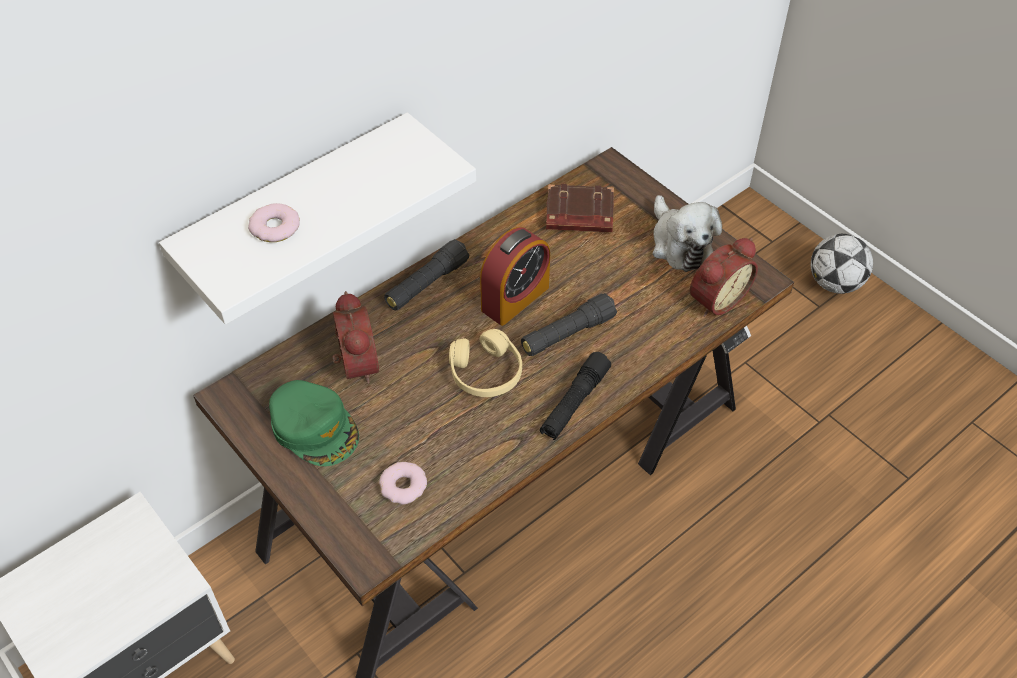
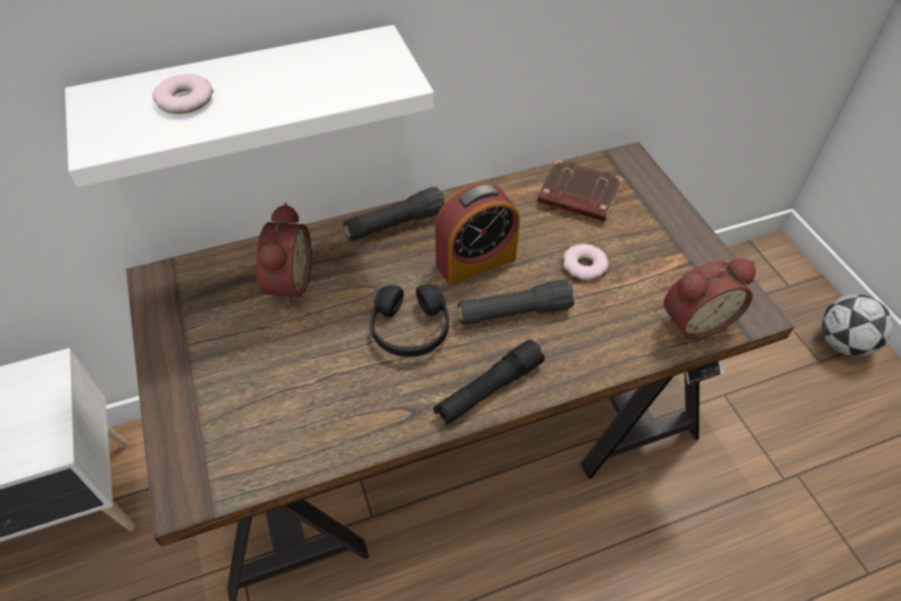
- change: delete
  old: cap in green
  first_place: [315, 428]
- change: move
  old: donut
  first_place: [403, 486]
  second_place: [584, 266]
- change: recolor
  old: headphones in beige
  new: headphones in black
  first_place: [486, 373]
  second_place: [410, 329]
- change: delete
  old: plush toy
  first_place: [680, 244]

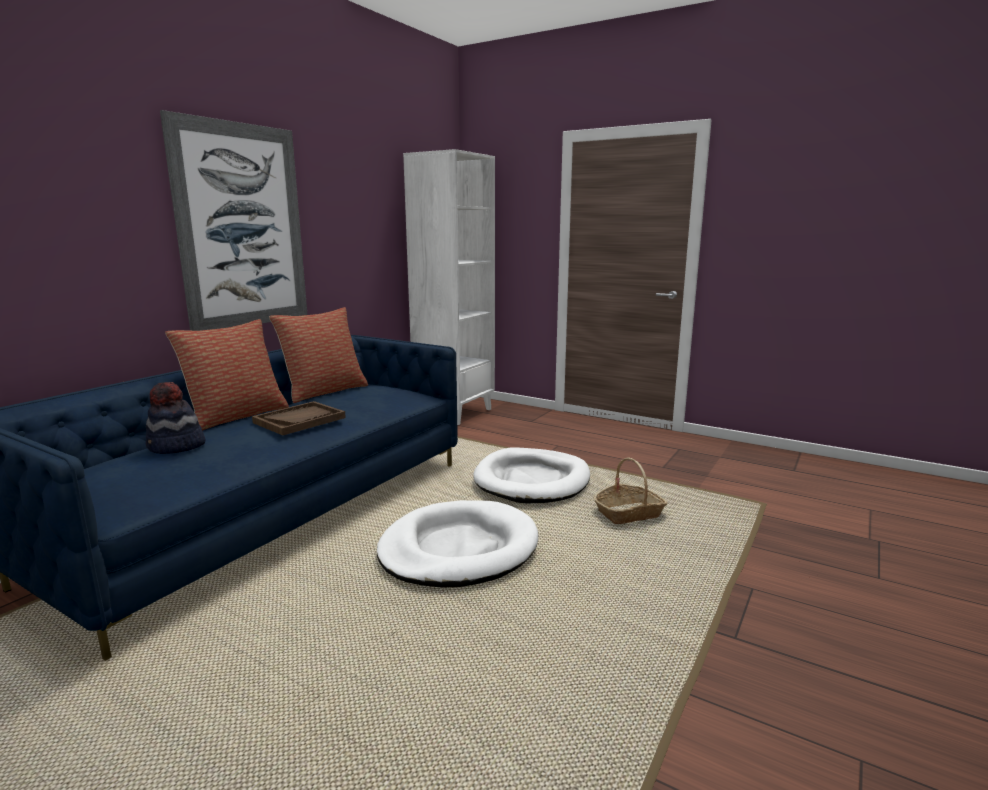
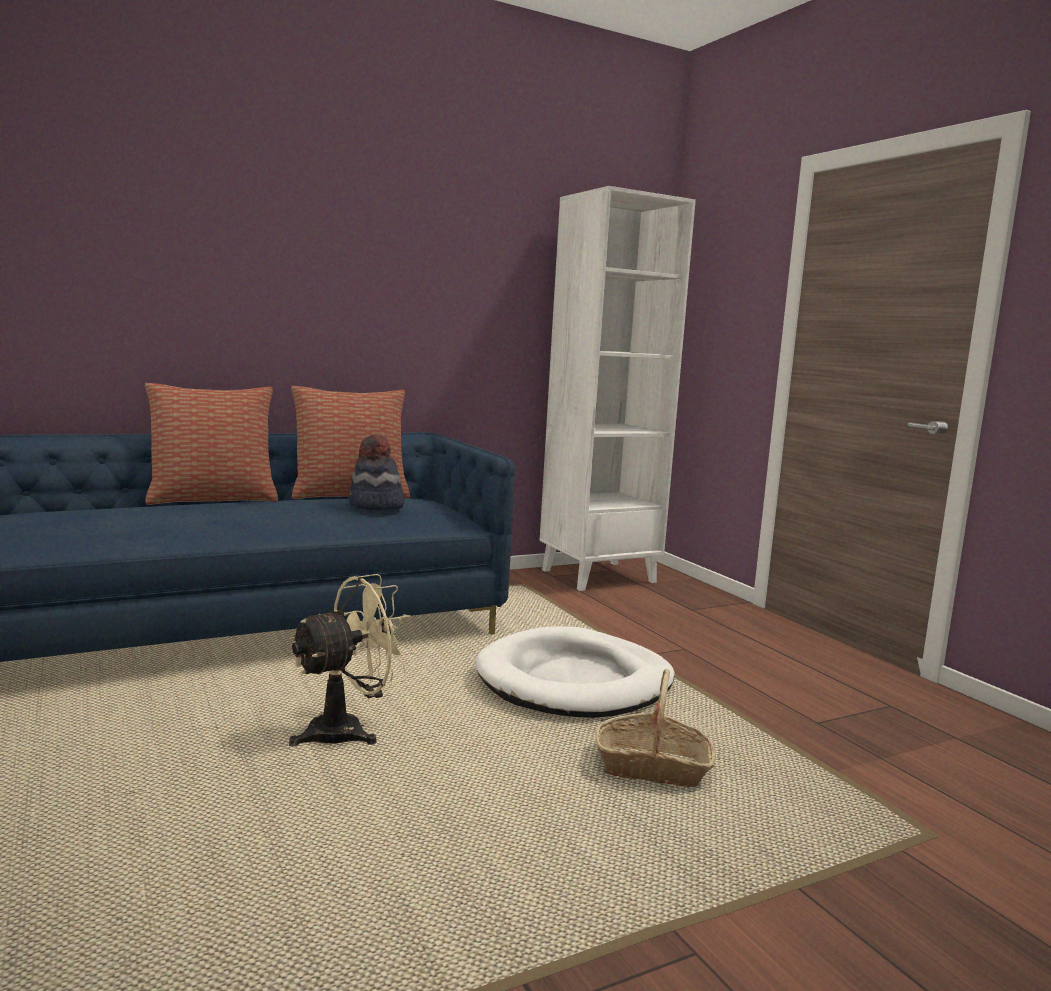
- change: move
  old: hat
  first_place: [176, 447]
  second_place: [375, 506]
- change: delete
  old: picture
  first_place: [242, 227]
- change: delete
  old: tray in brown
  first_place: [299, 420]
- change: replace
  old: dog bed in white
  new: fan in beige
  first_place: [458, 549]
  second_place: [348, 731]

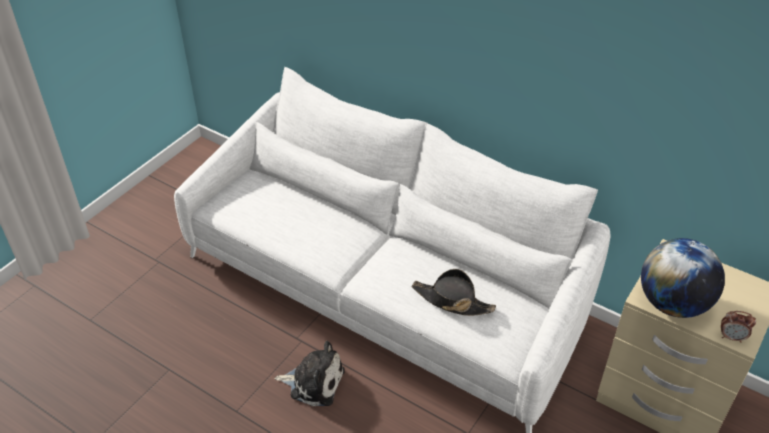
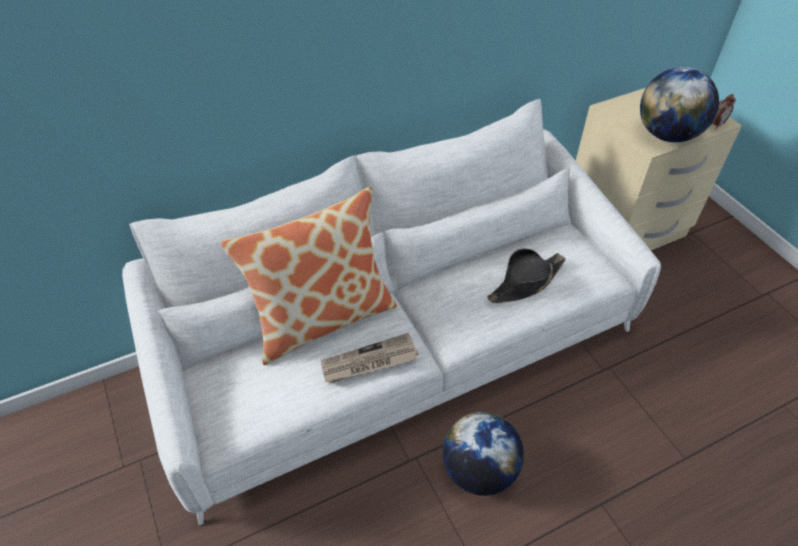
- change: replace
  old: plush toy
  new: globe
  first_place: [314, 382]
  second_place: [479, 470]
- change: insert
  new: pillow
  second_place: [322, 318]
- change: insert
  new: newspaper
  second_place: [369, 362]

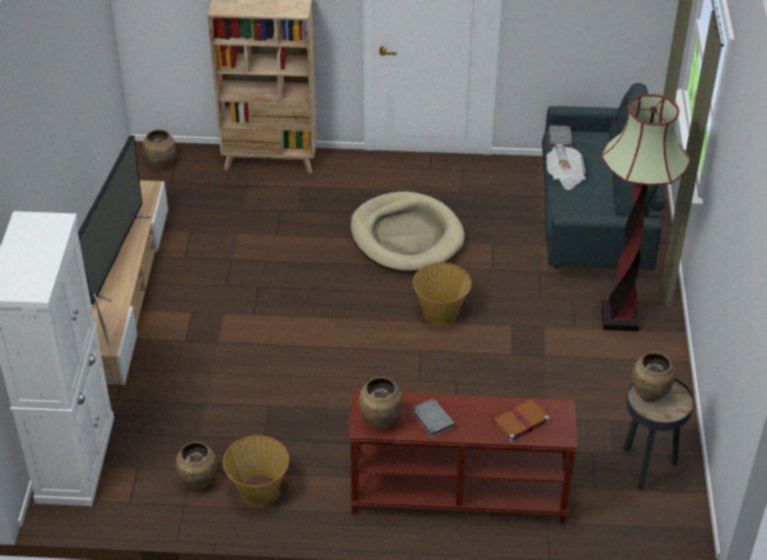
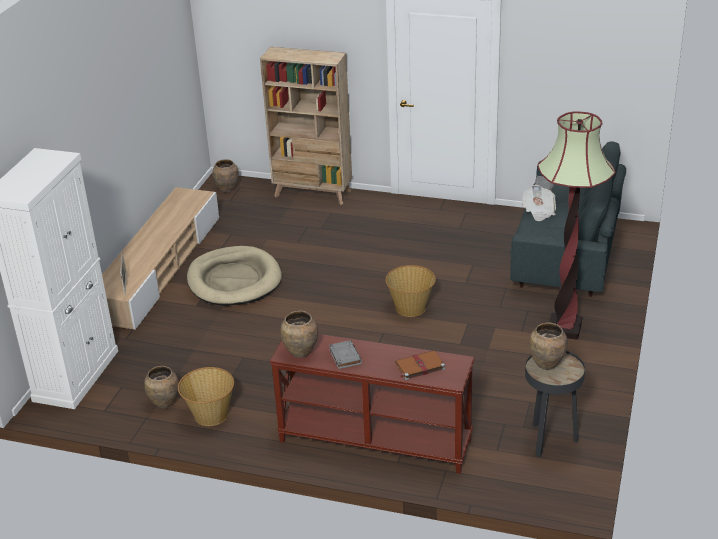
- change: delete
  old: television
  first_place: [116, 256]
- change: move
  old: dog bed in beige
  first_place: [406, 236]
  second_place: [234, 280]

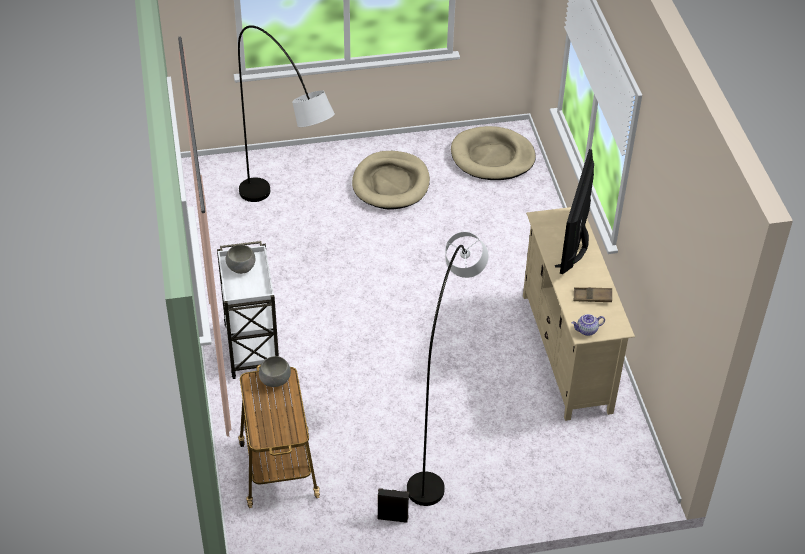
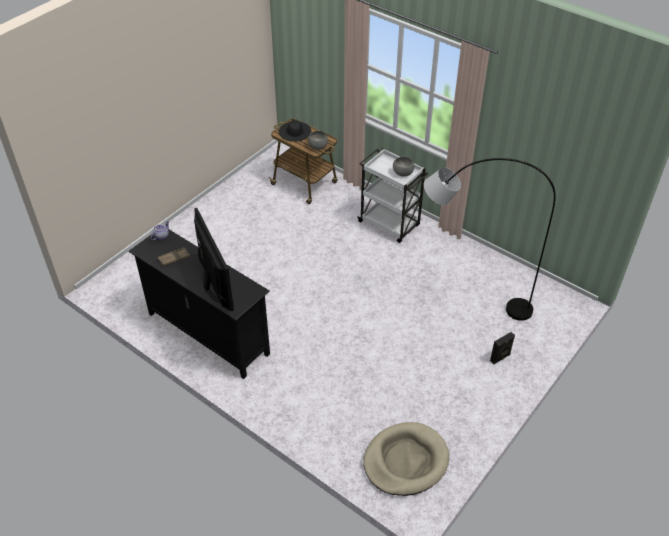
- change: delete
  old: dog bed in beige
  first_place: [391, 183]
- change: move
  old: speaker in black
  first_place: [393, 517]
  second_place: [500, 358]
- change: delete
  old: floor lamp in grey
  first_place: [442, 435]
- change: recolor
  old: tv stand in beige
  new: tv stand in black
  first_place: [567, 353]
  second_place: [207, 334]
- change: insert
  new: hat in black
  second_place: [295, 131]

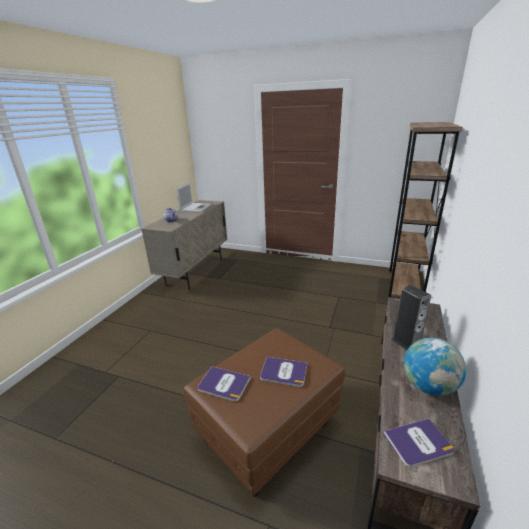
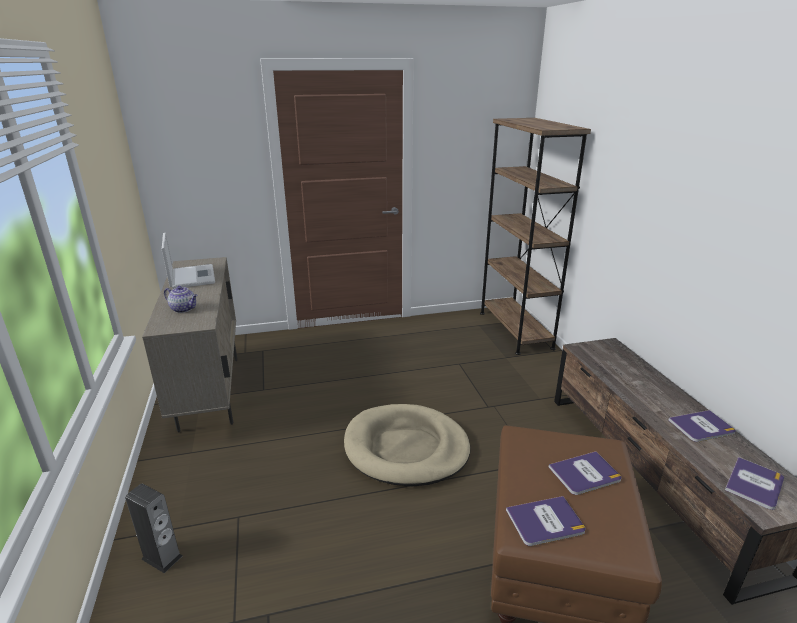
- change: move
  old: speaker
  first_place: [406, 343]
  second_place: [162, 557]
- change: replace
  old: globe
  new: book
  first_place: [428, 386]
  second_place: [701, 427]
- change: insert
  new: dog bed in beige
  second_place: [406, 448]

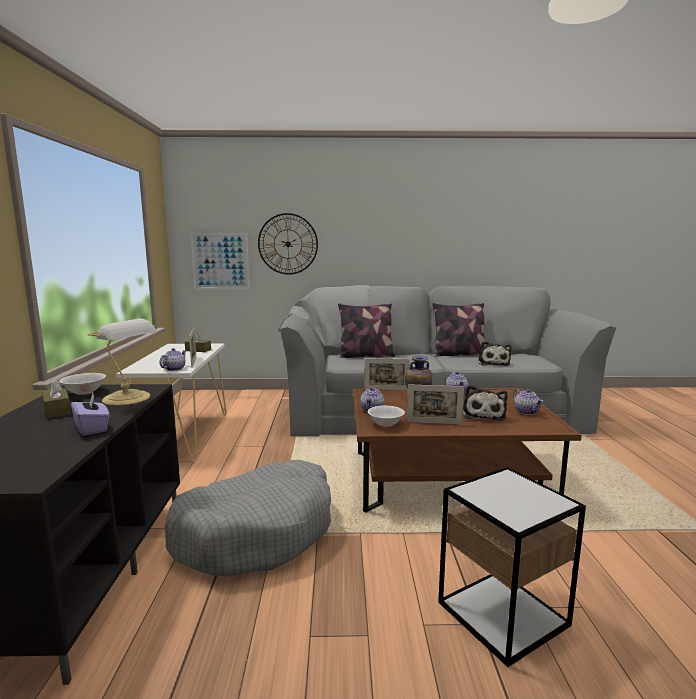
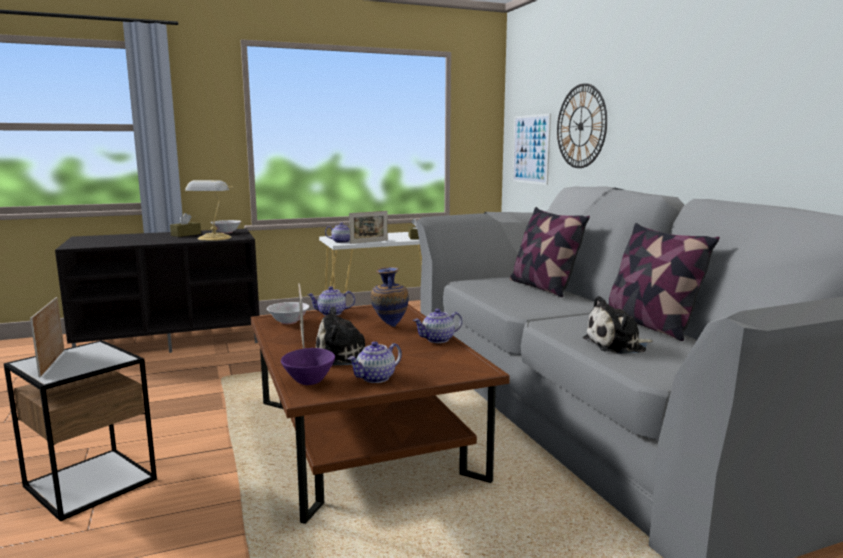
- change: delete
  old: tissue box in purple
  first_place: [92, 428]
- change: delete
  old: dog bed in grey
  first_place: [256, 532]
- change: move
  old: picture frame
  first_place: [386, 389]
  second_place: [52, 363]
- change: insert
  new: bowl in purple
  second_place: [307, 381]

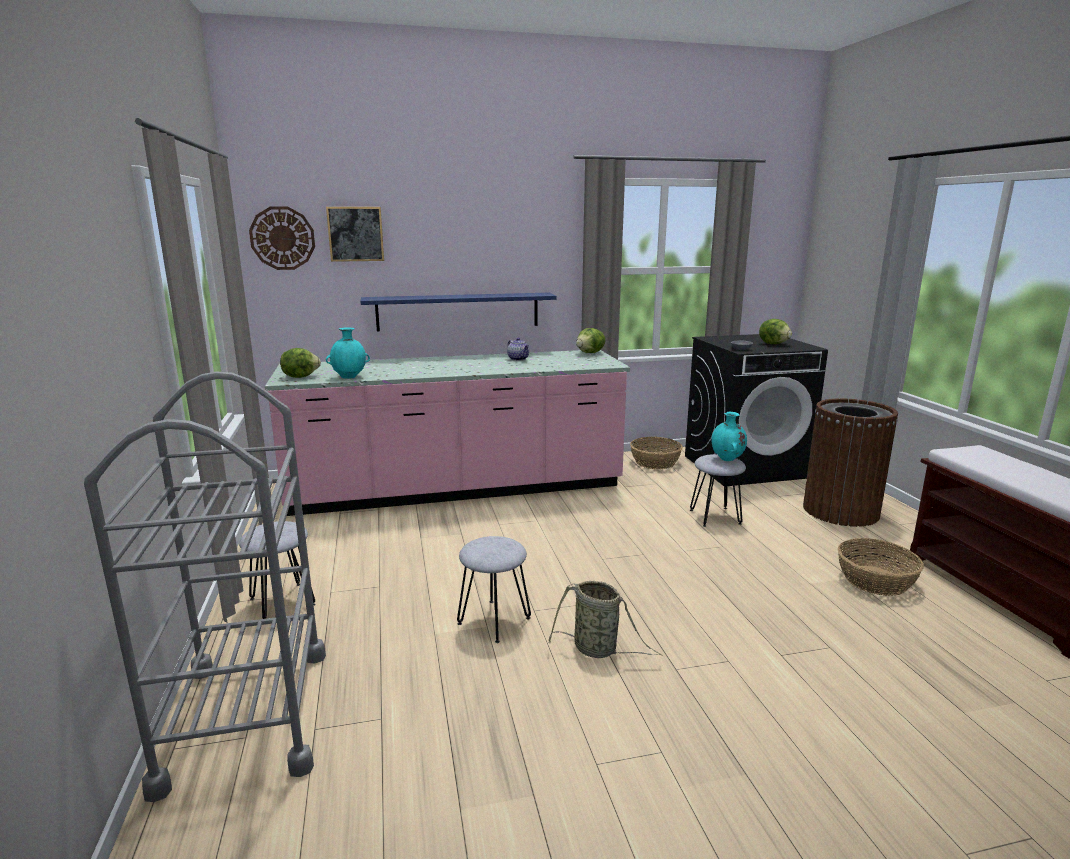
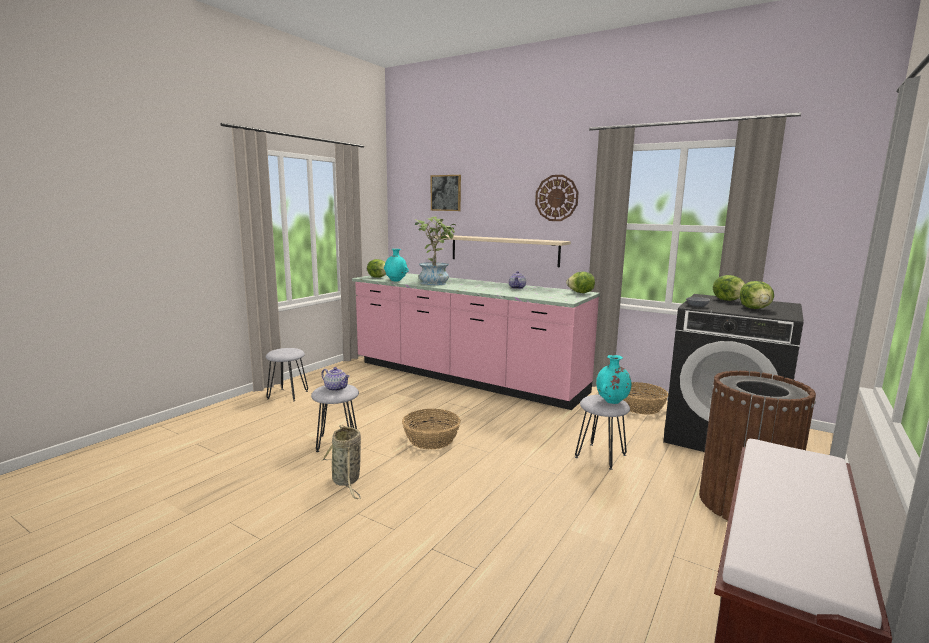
- change: delete
  old: cart in grey
  first_place: [247, 716]
- change: move
  old: wall clock
  first_place: [282, 238]
  second_place: [556, 198]
- change: recolor
  old: shelf in blue
  new: shelf in beige
  first_place: [458, 311]
  second_place: [503, 250]
- change: move
  old: basket
  first_place: [876, 580]
  second_place: [431, 439]
- change: insert
  new: teapot
  second_place: [336, 388]
- change: insert
  new: potted plant
  second_place: [435, 282]
- change: insert
  new: lettuce
  second_place: [728, 300]

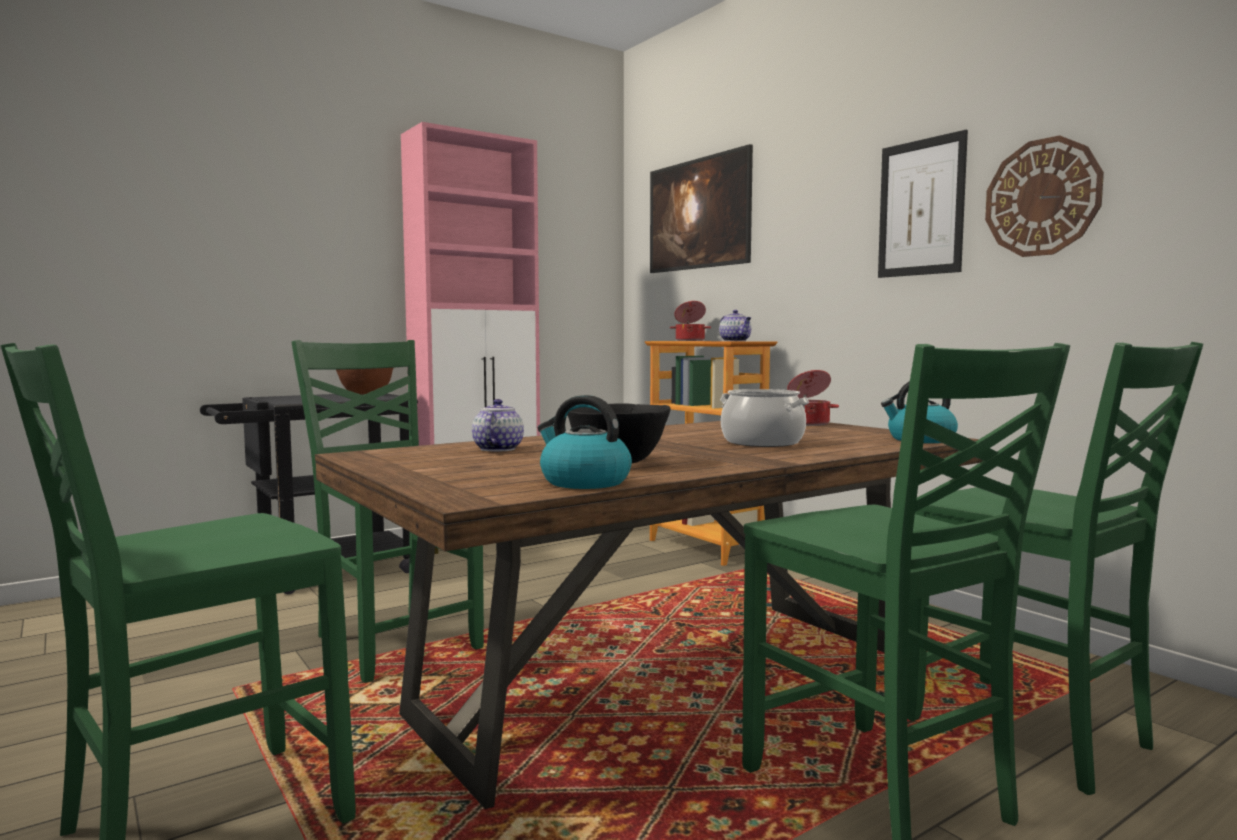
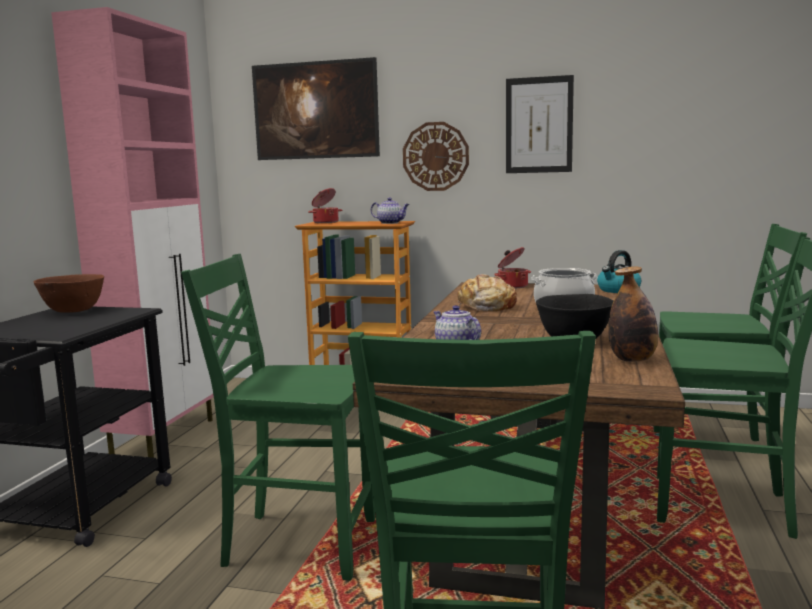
- change: replace
  old: kettle
  new: bottle
  first_place: [583, 482]
  second_place: [632, 360]
- change: move
  old: wall clock
  first_place: [1042, 197]
  second_place: [435, 156]
- change: insert
  new: bread
  second_place: [486, 306]

